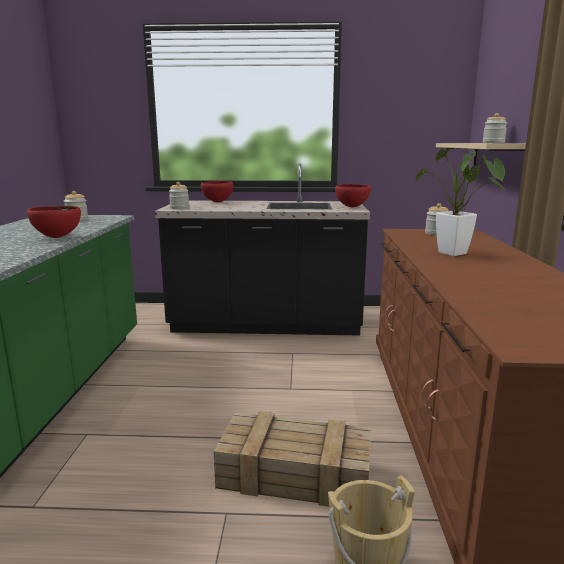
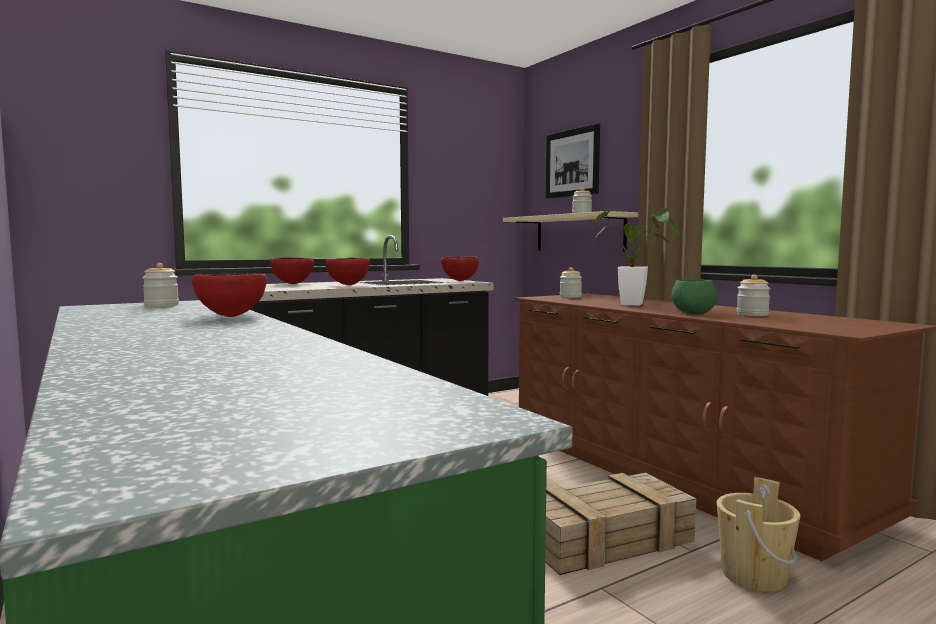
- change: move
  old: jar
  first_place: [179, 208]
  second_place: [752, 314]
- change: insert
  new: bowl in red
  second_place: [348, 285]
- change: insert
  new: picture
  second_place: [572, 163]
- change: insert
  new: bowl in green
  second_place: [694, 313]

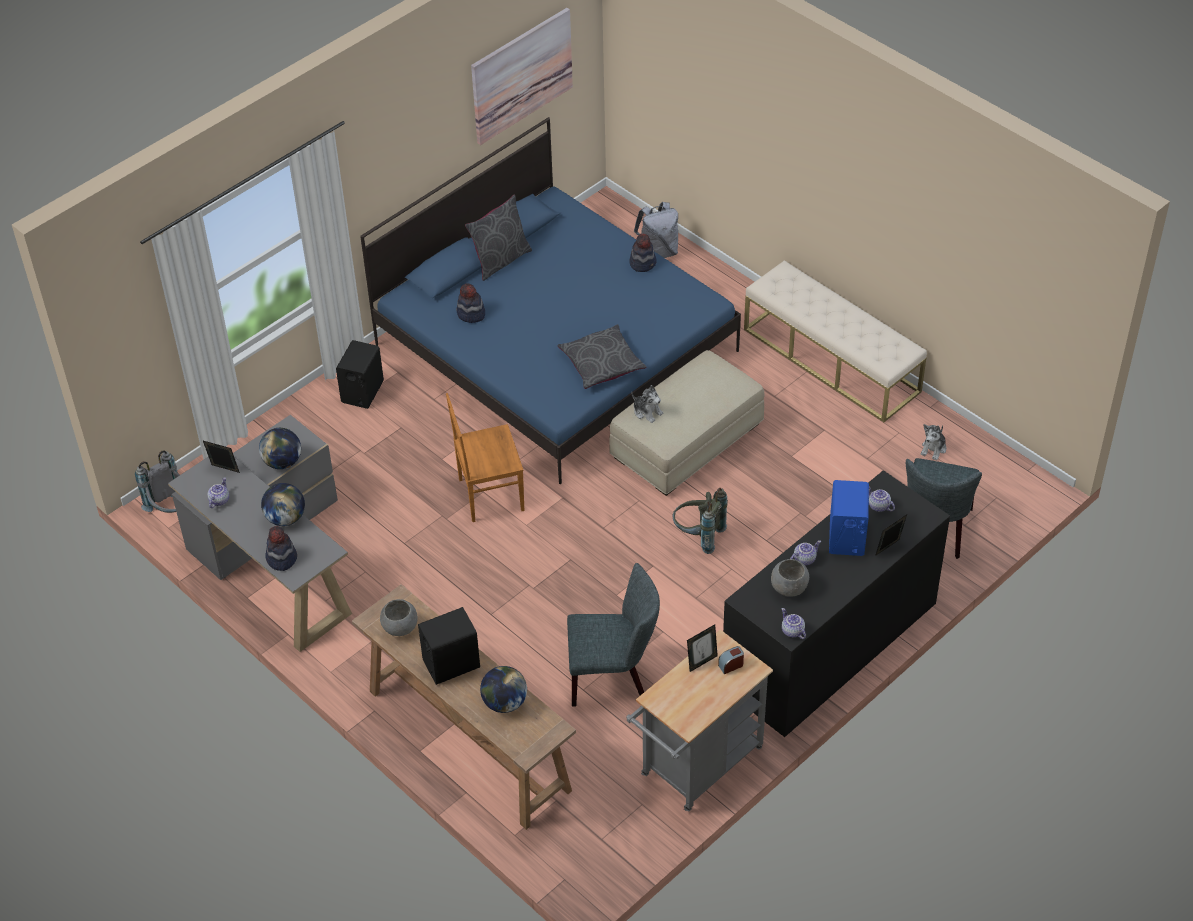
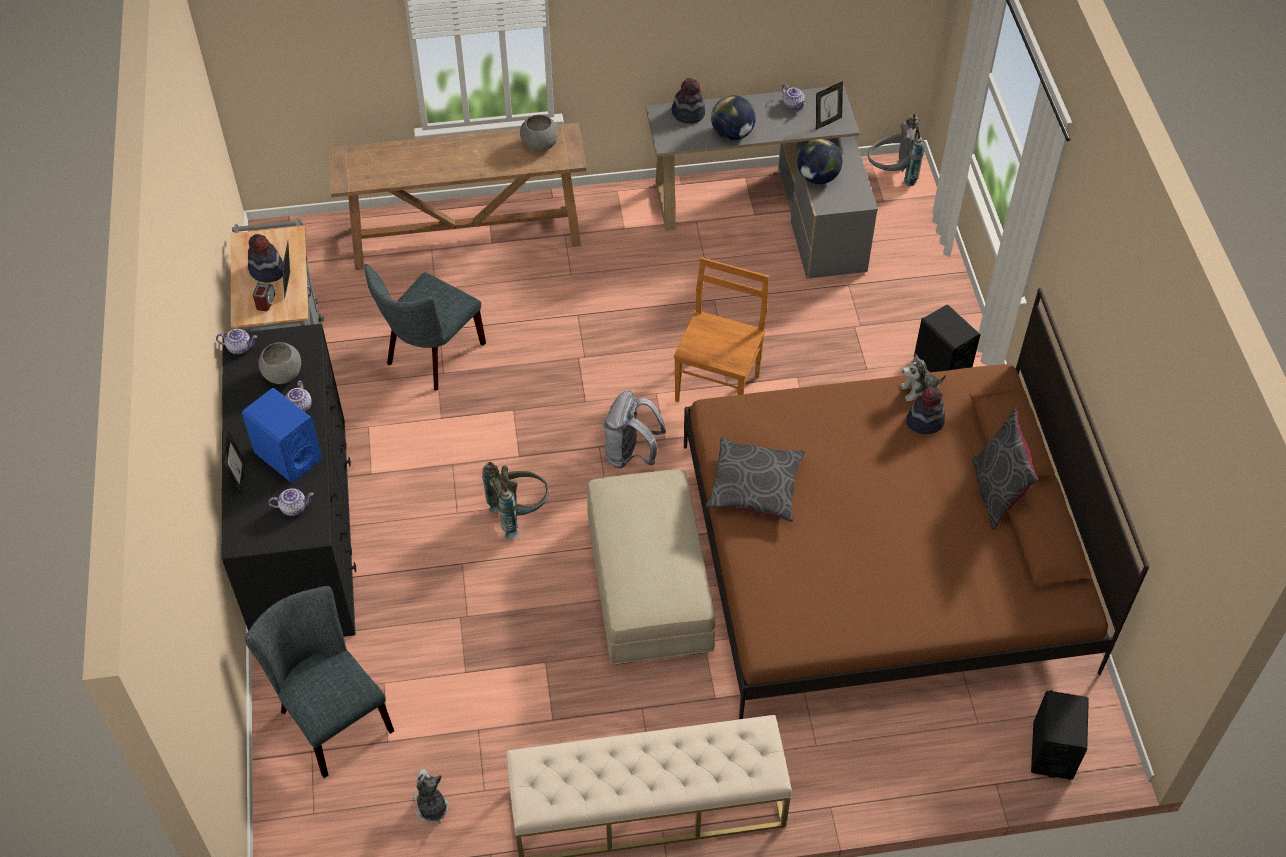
- change: recolor
  old: bed in blue
  new: bed in brown
  first_place: [556, 347]
  second_place: [883, 555]
- change: move
  old: speaker in black
  first_place: [451, 664]
  second_place: [1052, 750]
- change: delete
  old: picture
  first_place: [521, 75]
- change: delete
  old: globe
  first_place: [504, 703]
- change: move
  old: hat
  first_place: [643, 263]
  second_place: [267, 271]
- change: move
  old: plush toy
  first_place: [647, 412]
  second_place: [919, 391]
- change: move
  old: backpack in grey
  first_place: [658, 252]
  second_place: [631, 454]

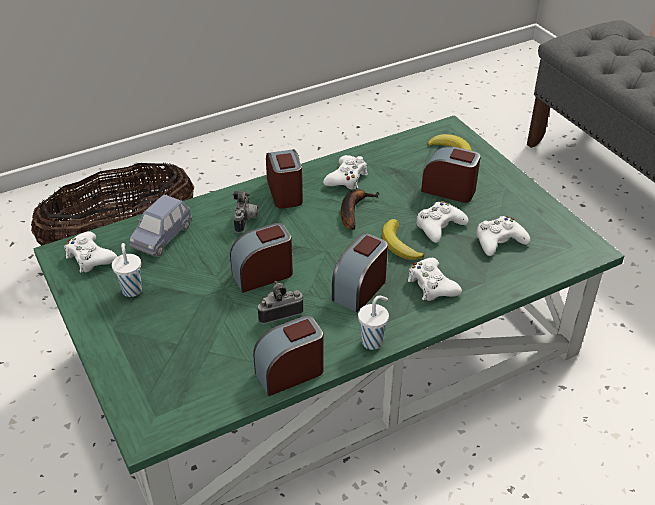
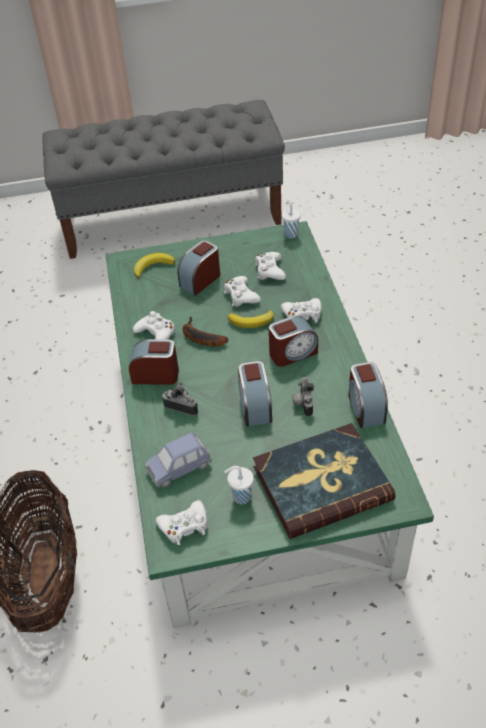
- change: rotate
  old: toy car in blue
  first_place: [162, 237]
  second_place: [179, 468]
  degrees: 105
- change: rotate
  old: alarm clock
  first_place: [359, 289]
  second_place: [292, 353]
  degrees: -75
- change: move
  old: cup in white
  first_place: [373, 341]
  second_place: [290, 234]
- change: insert
  new: book
  second_place: [321, 483]

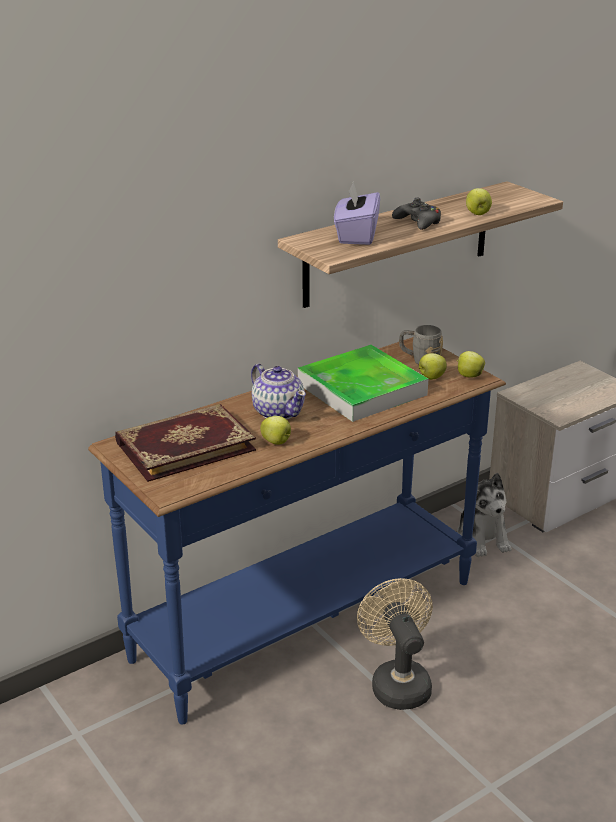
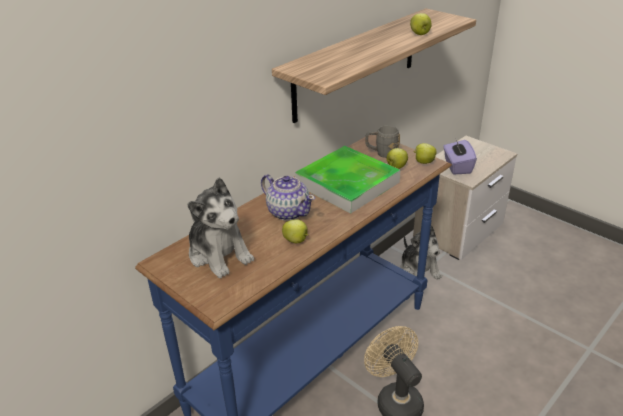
- change: replace
  old: book
  new: plush toy
  first_place: [184, 445]
  second_place: [219, 254]
- change: move
  old: tissue box in purple
  first_place: [356, 235]
  second_place: [457, 166]
- change: delete
  old: game controller in black
  first_place: [418, 222]

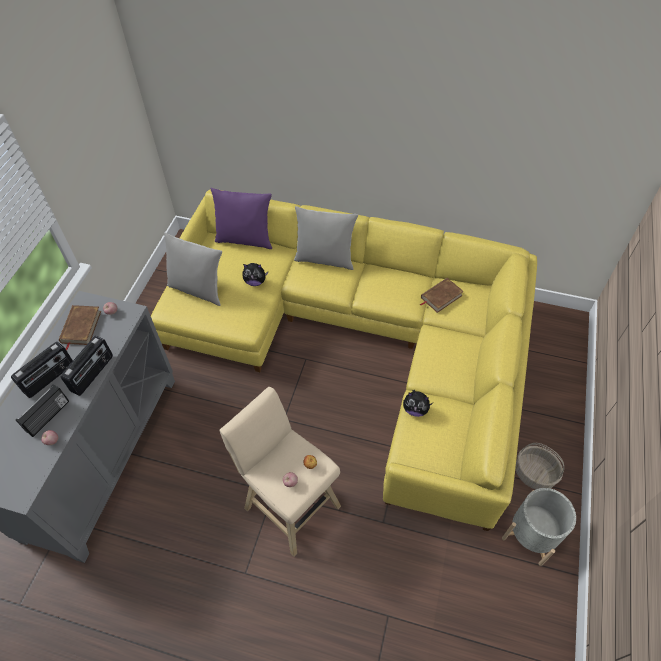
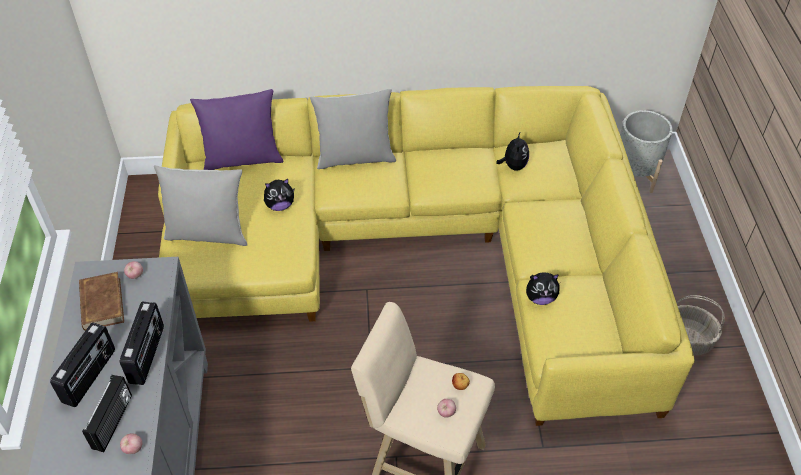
- change: replace
  old: book in brown
  new: plush toy
  first_place: [441, 296]
  second_place: [513, 166]
- change: move
  old: planter in grey
  first_place: [531, 535]
  second_place: [634, 174]

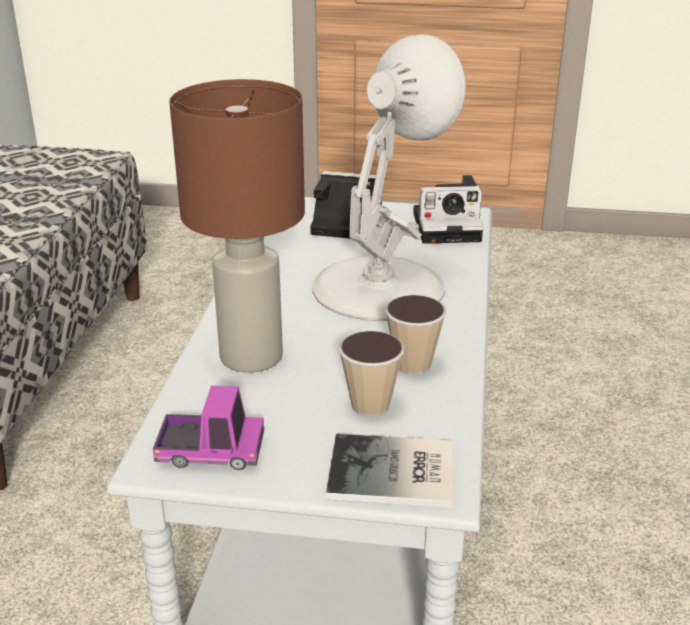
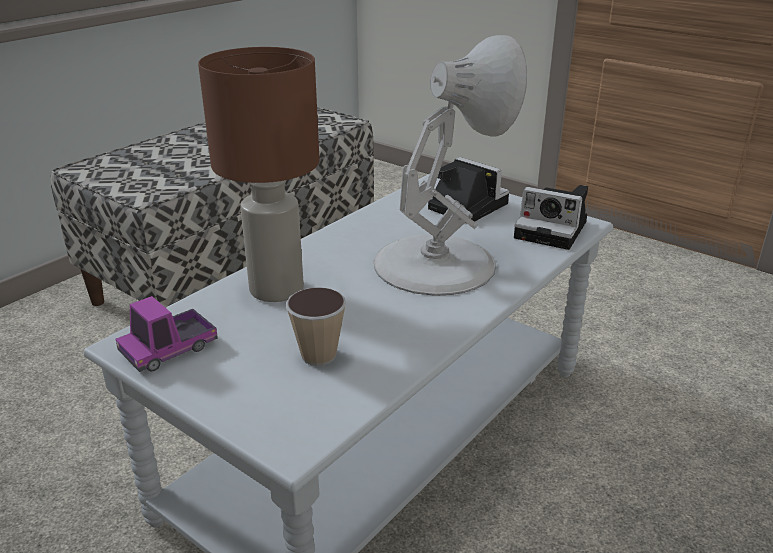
- change: rotate
  old: toy truck
  first_place: [211, 452]
  second_place: [169, 349]
  degrees: 105
- change: delete
  old: book
  first_place: [395, 475]
- change: delete
  old: cup
  first_place: [413, 365]

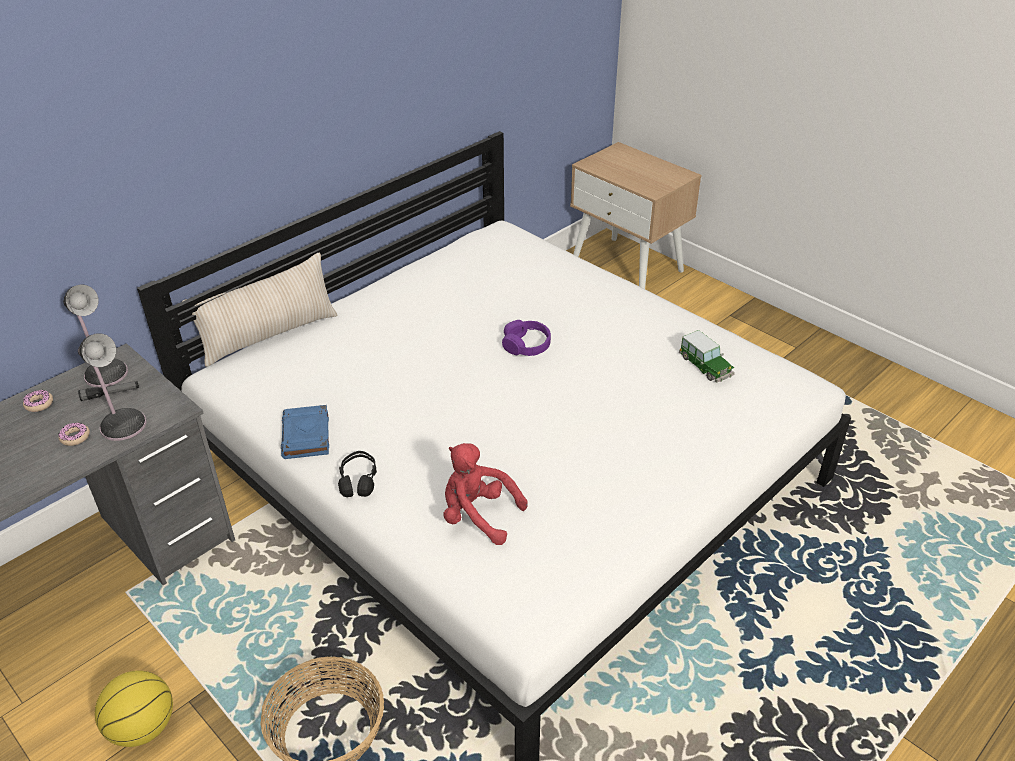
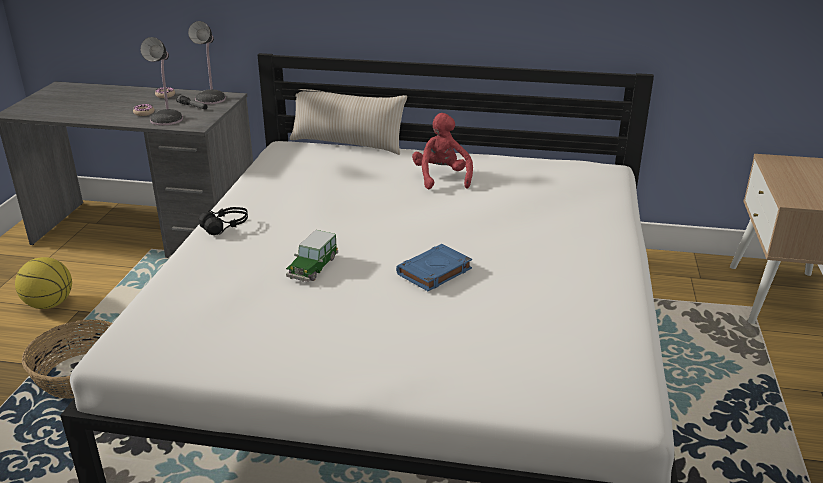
- change: move
  old: book in blue
  first_place: [306, 436]
  second_place: [434, 272]
- change: move
  old: plush toy in red
  first_place: [478, 516]
  second_place: [441, 177]
- change: delete
  old: headphones in purple
  first_place: [526, 345]
- change: move
  old: toy car
  first_place: [705, 366]
  second_place: [313, 267]

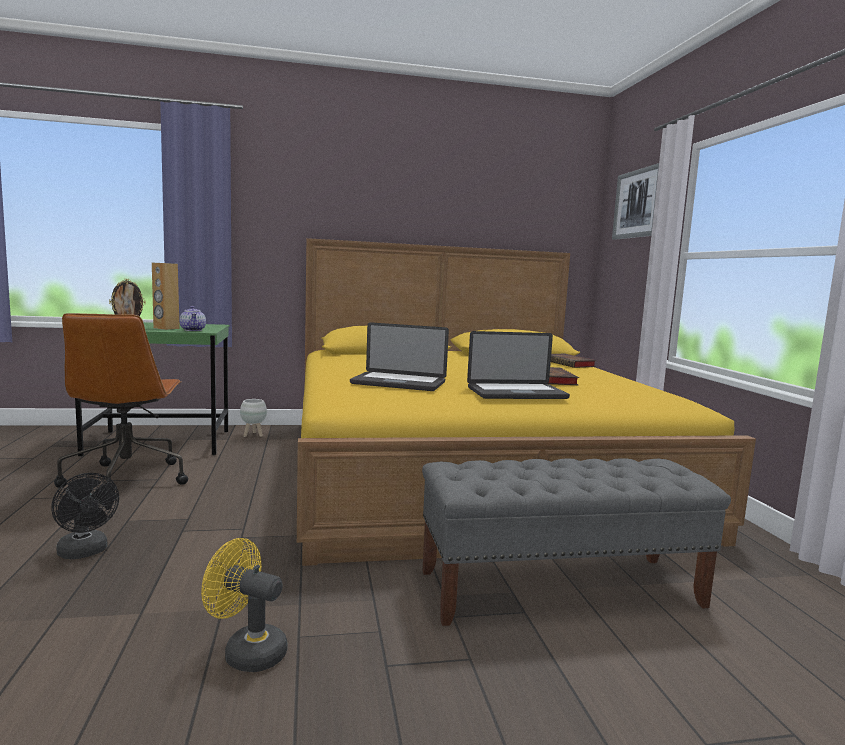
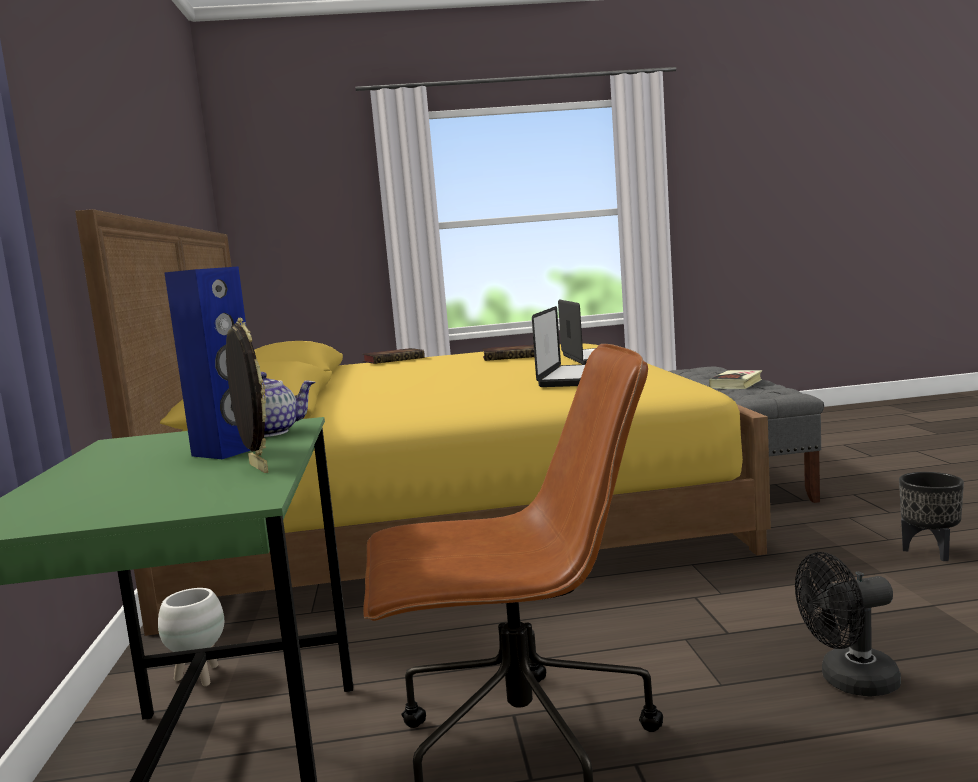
- change: rotate
  old: fan in black
  first_place: [85, 552]
  second_place: [849, 682]
  degrees: -150
- change: recolor
  old: speaker in brown
  new: speaker in blue
  first_place: [166, 328]
  second_place: [228, 451]
- change: replace
  old: fan in yellow
  new: planter in black
  first_place: [247, 651]
  second_place: [931, 552]
- change: delete
  old: picture
  first_place: [638, 203]
- change: insert
  new: book
  second_place: [736, 384]

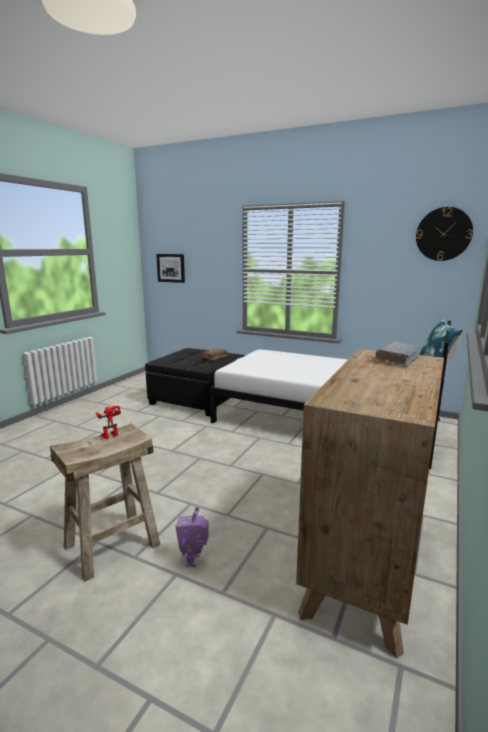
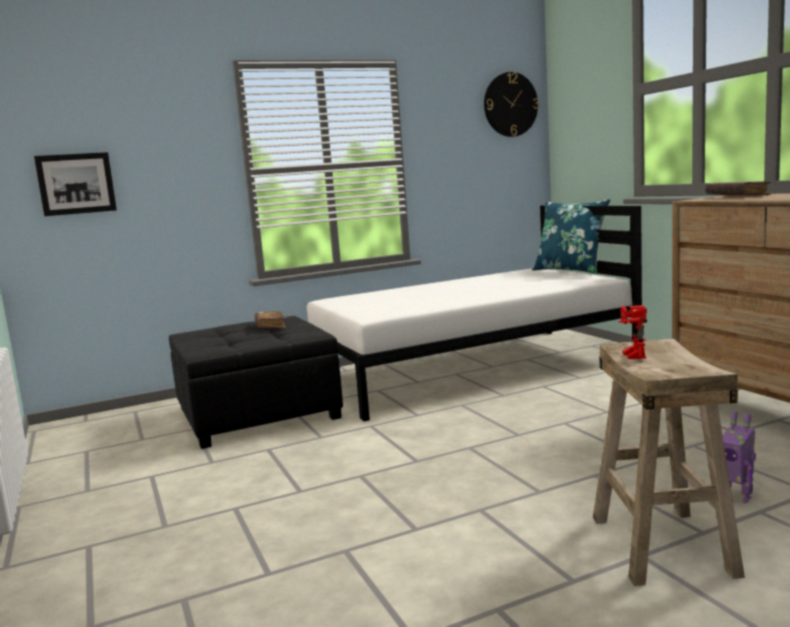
- change: recolor
  old: book in grey
  new: book in brown
  first_place: [397, 360]
  second_place: [736, 196]

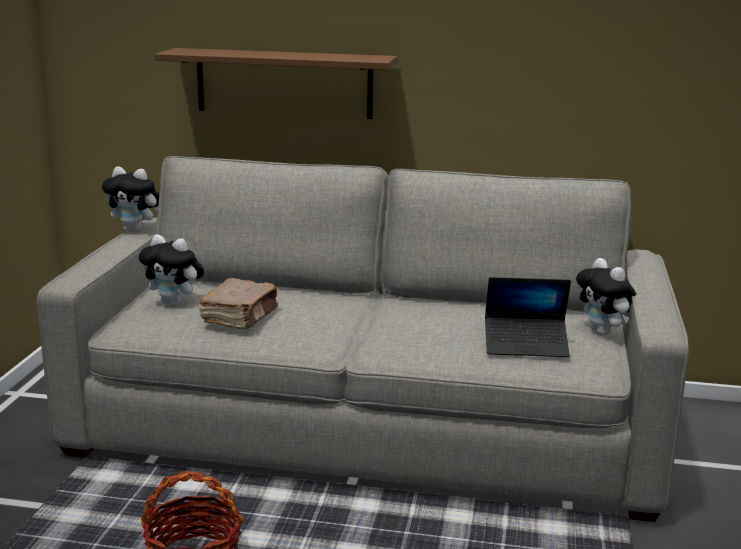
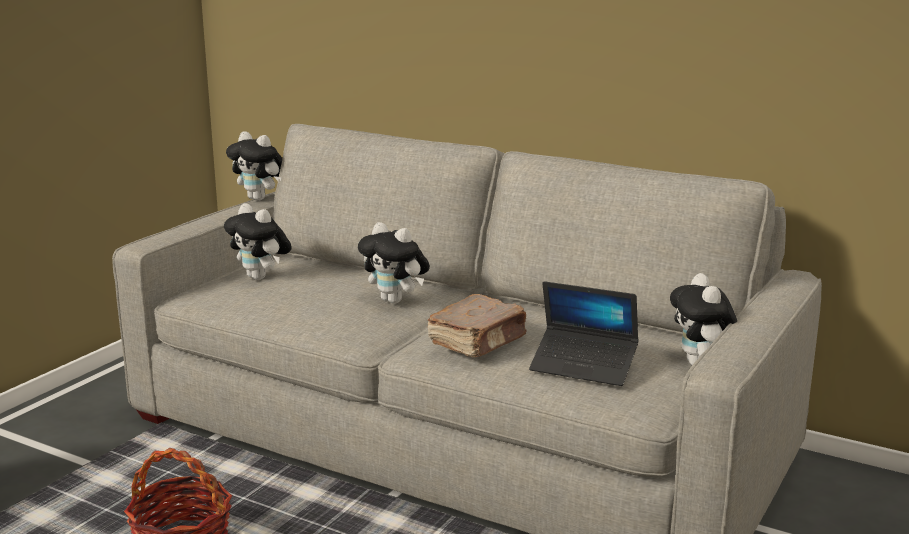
- change: delete
  old: shelf in brown
  first_place: [284, 83]
- change: move
  old: book in brown
  first_place: [240, 317]
  second_place: [478, 341]
- change: insert
  new: plush toy
  second_place: [395, 300]

